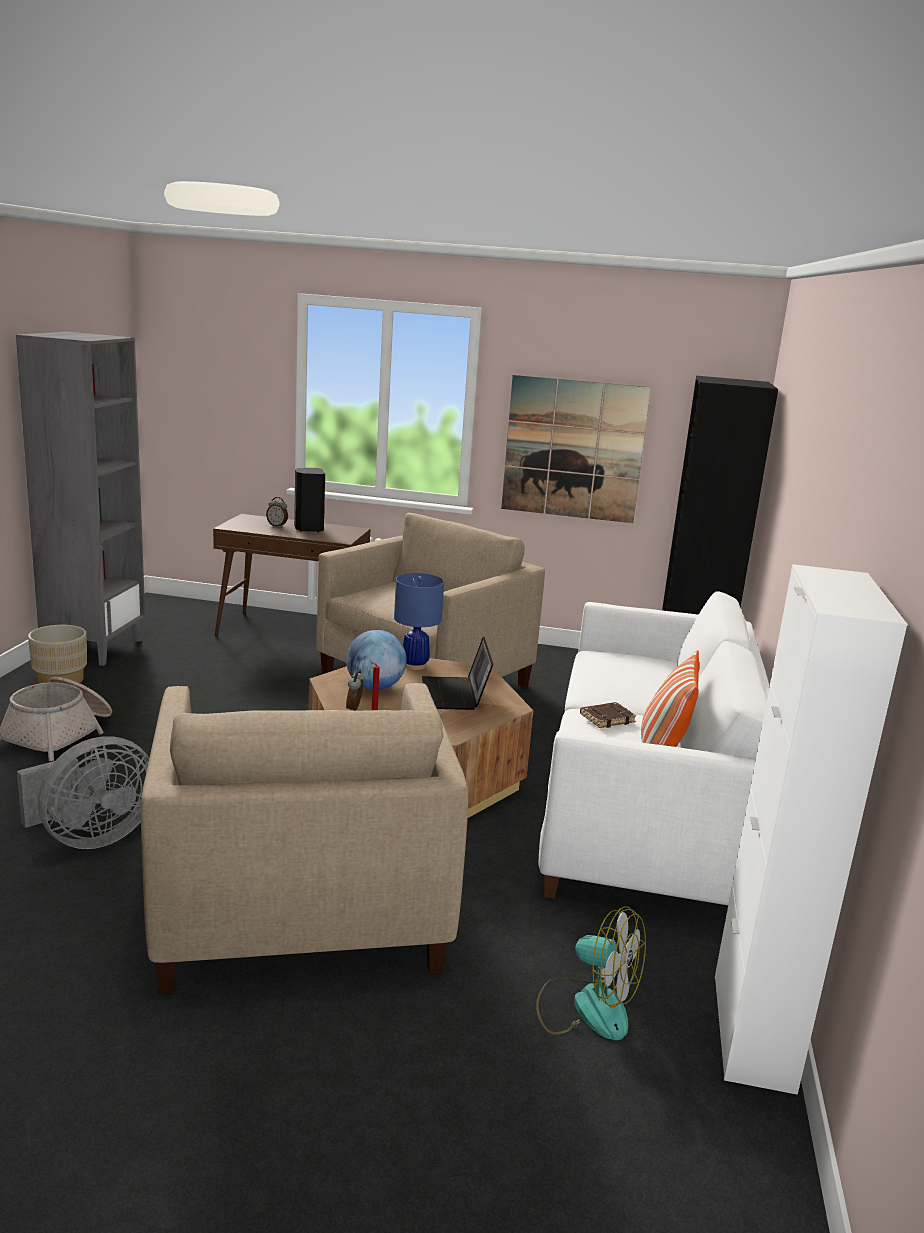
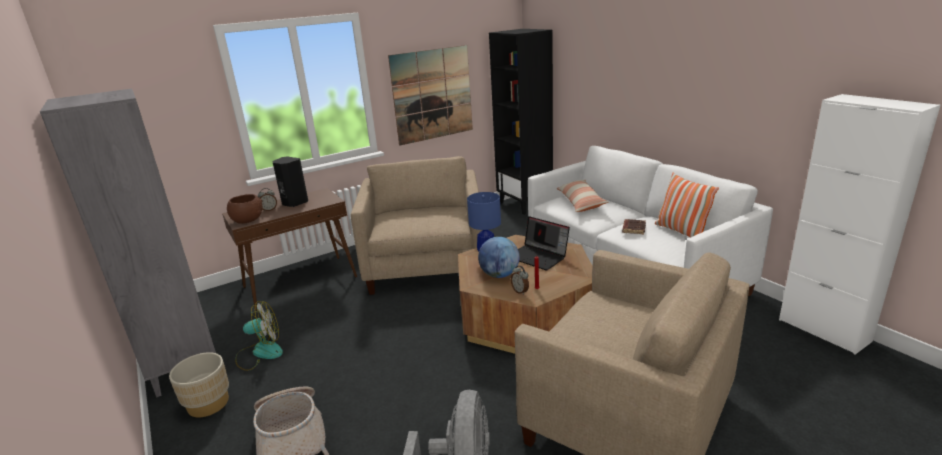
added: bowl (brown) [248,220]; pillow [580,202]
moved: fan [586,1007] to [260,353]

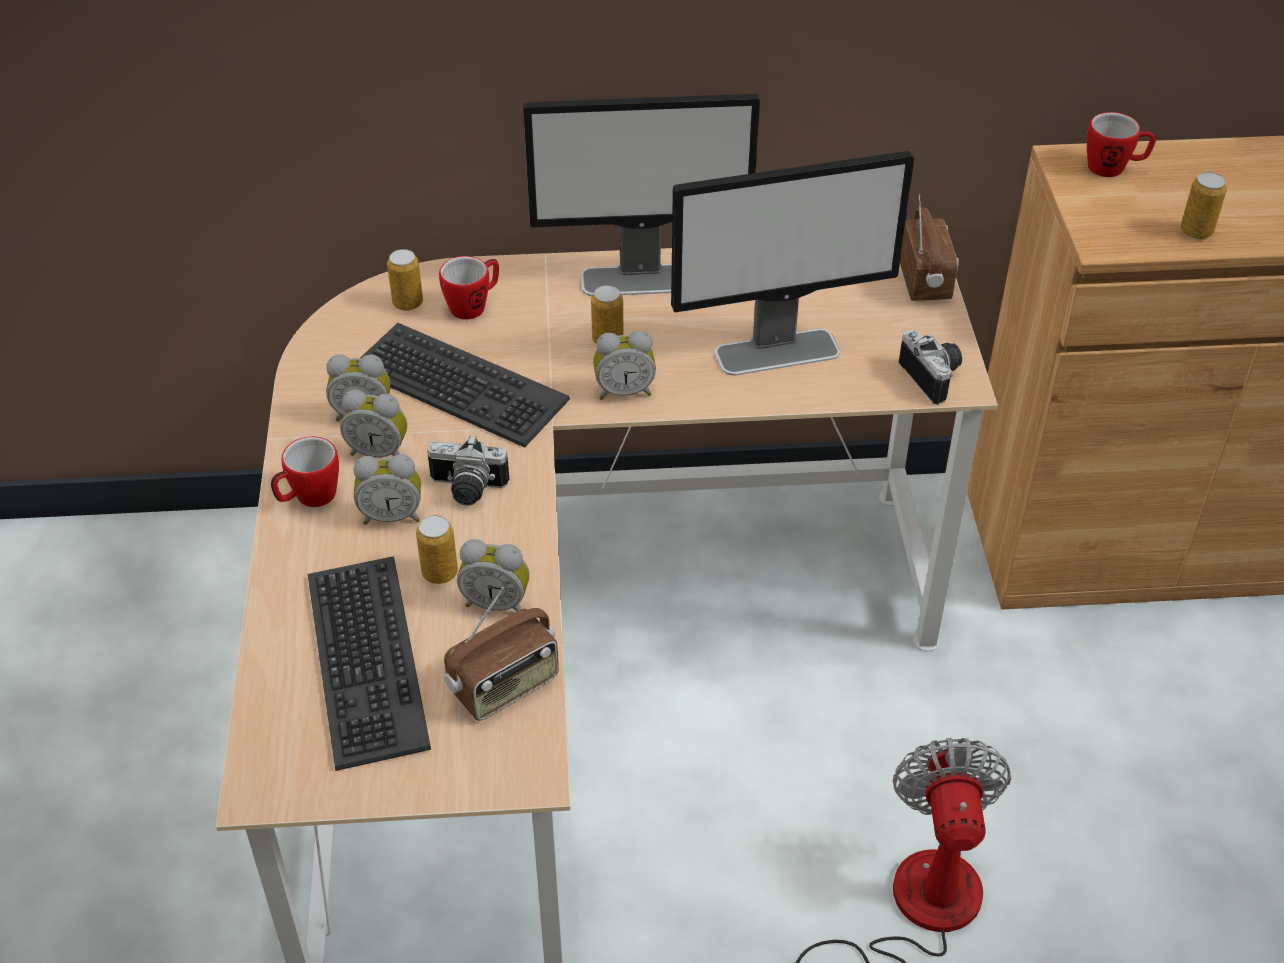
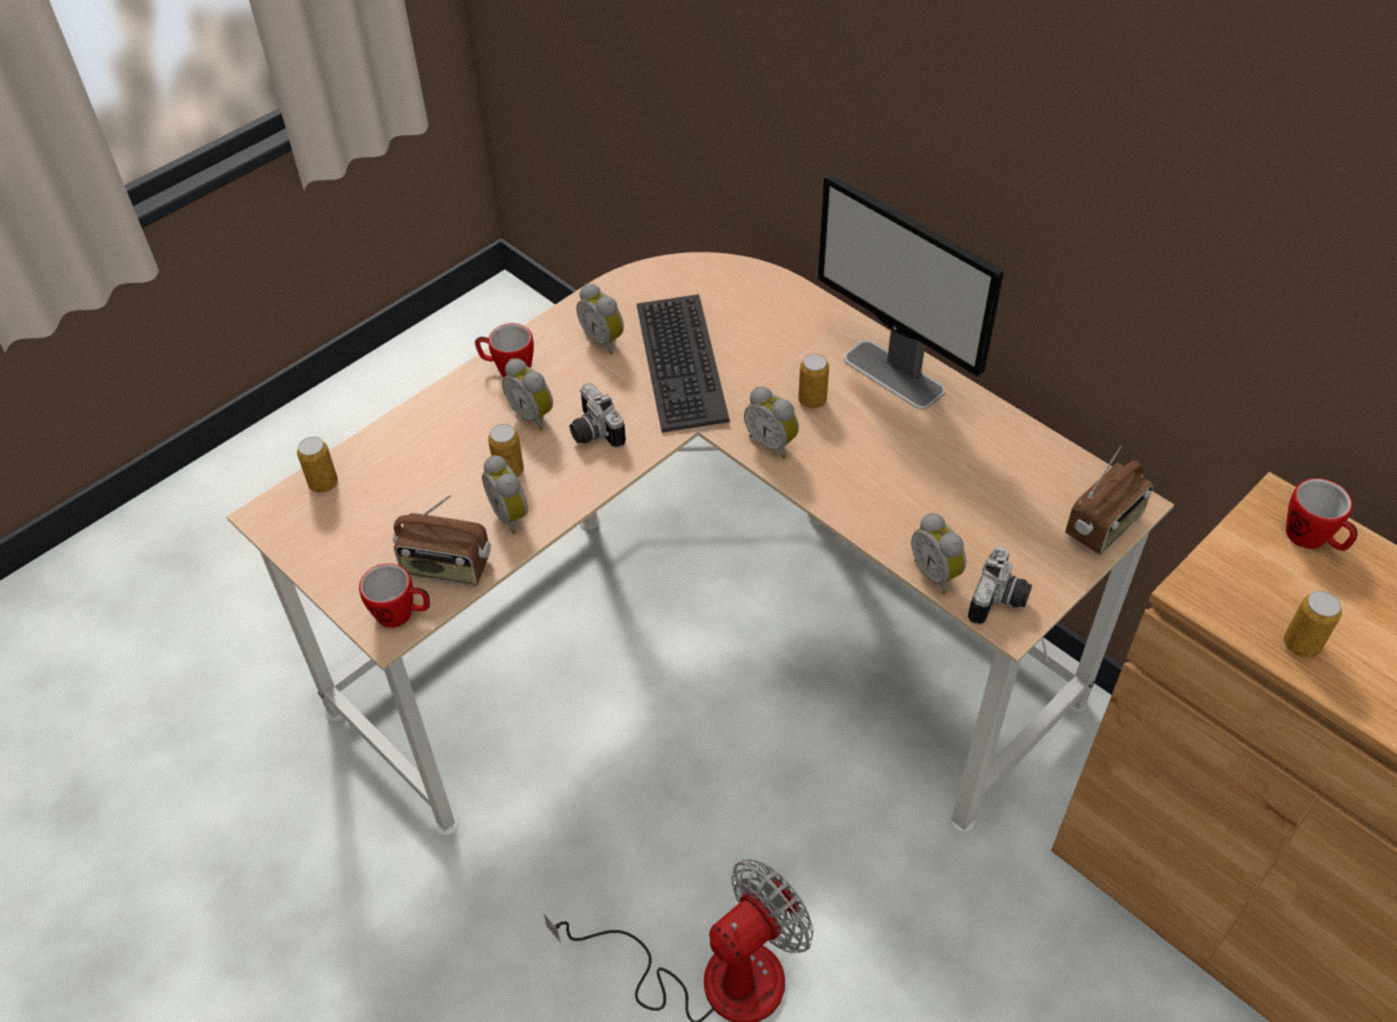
removed: keyboard [364,660]; monitor [778,352]
moved: alarm clock [379,452] to [937,573]; can [408,303] to [323,483]; mug [474,305] to [402,614]

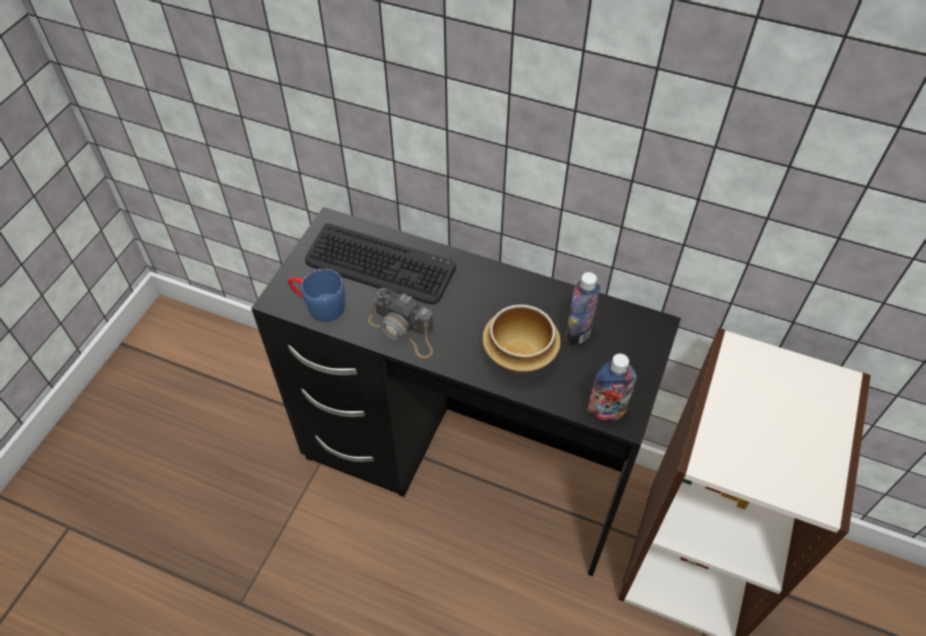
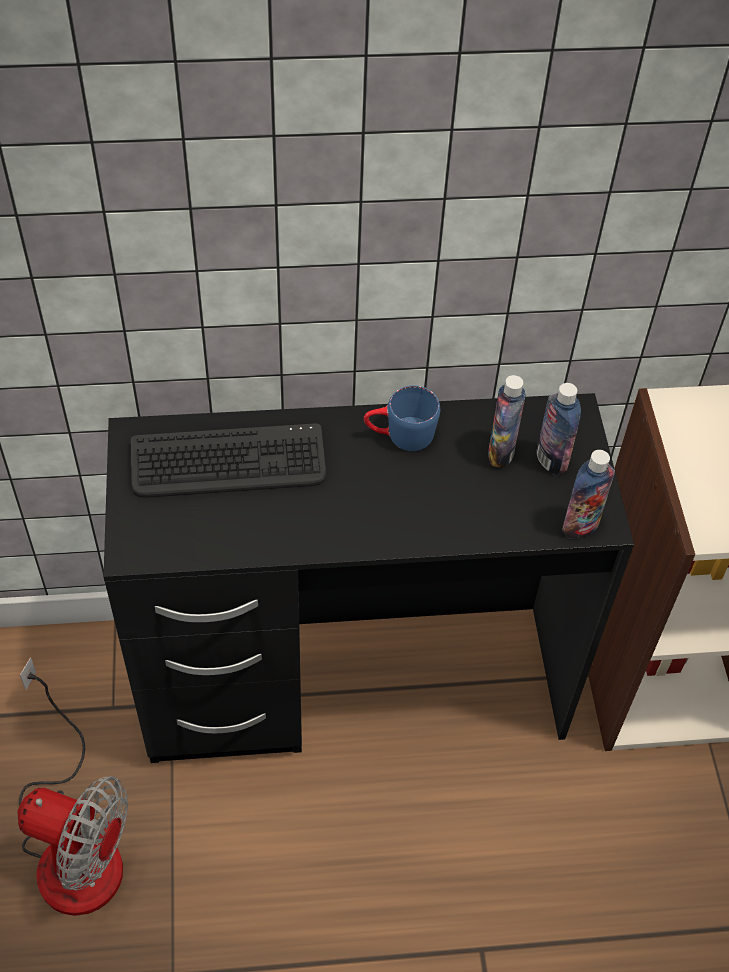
removed: photo camera [404,330]; bowl [518,355]
added: fan [74,842]; bottle [551,460]
moved: mug (blue) [318,305] to [400,435]

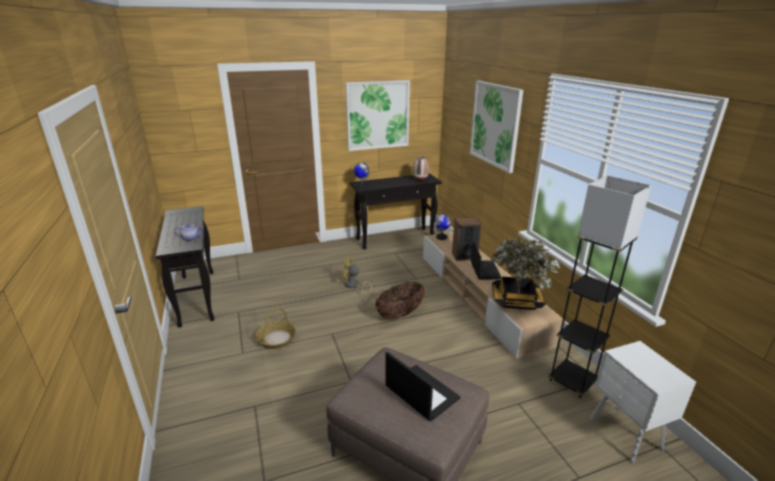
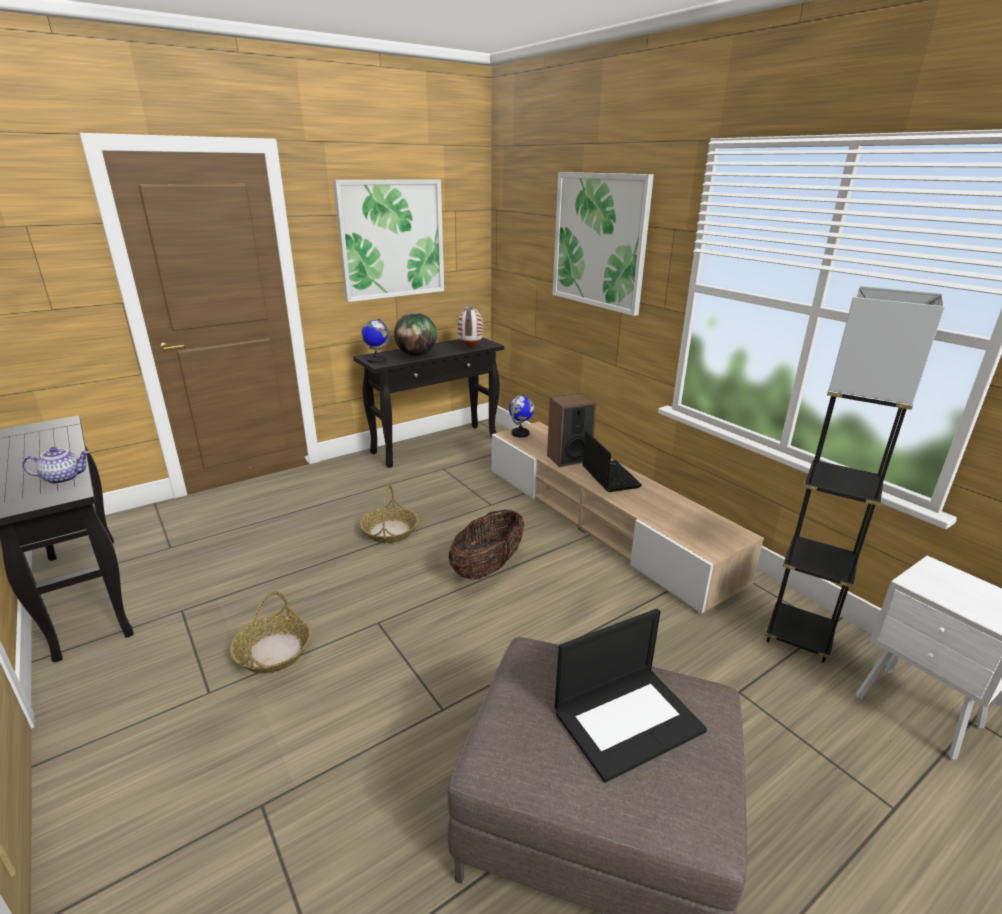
removed: potted plant [516,300]
added: globe [416,355]
replaced: fan (yellow) [353,286] to basket [390,531]
turned: laptop [420,392] = [628,719] 120 degrees clockwise

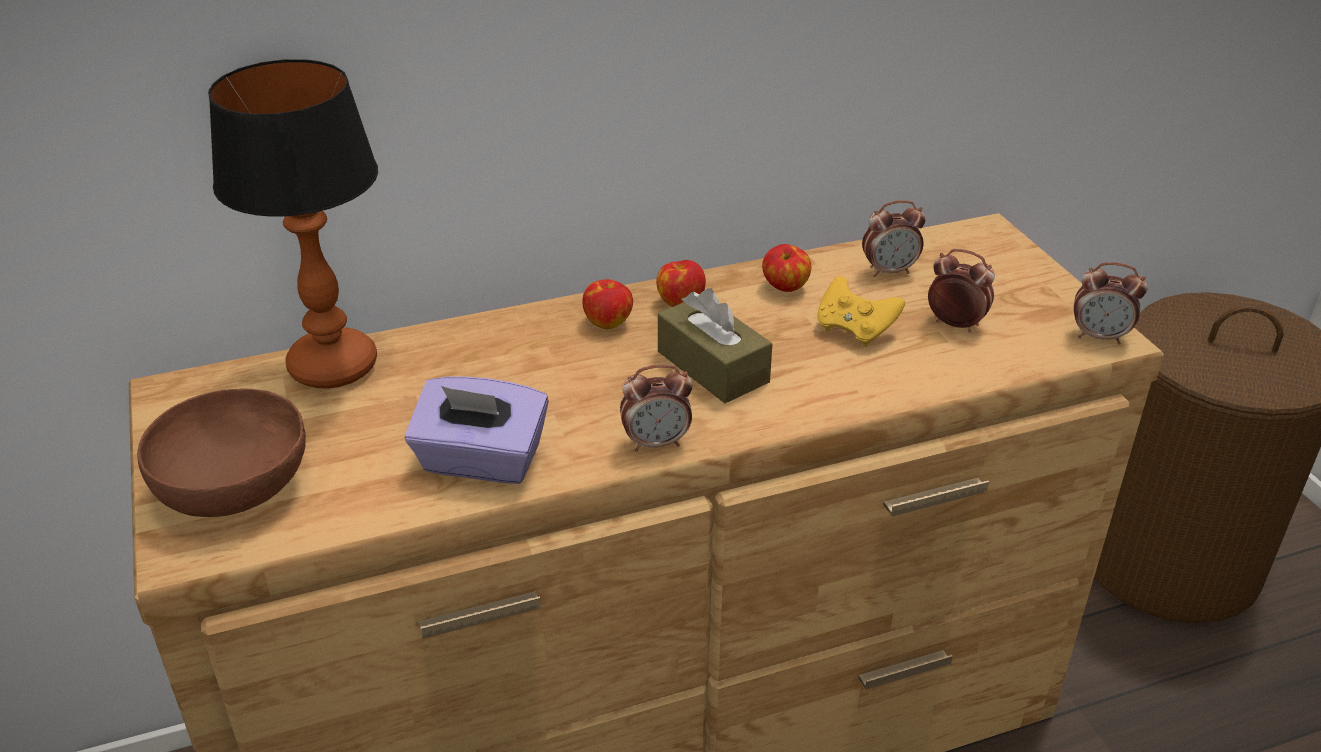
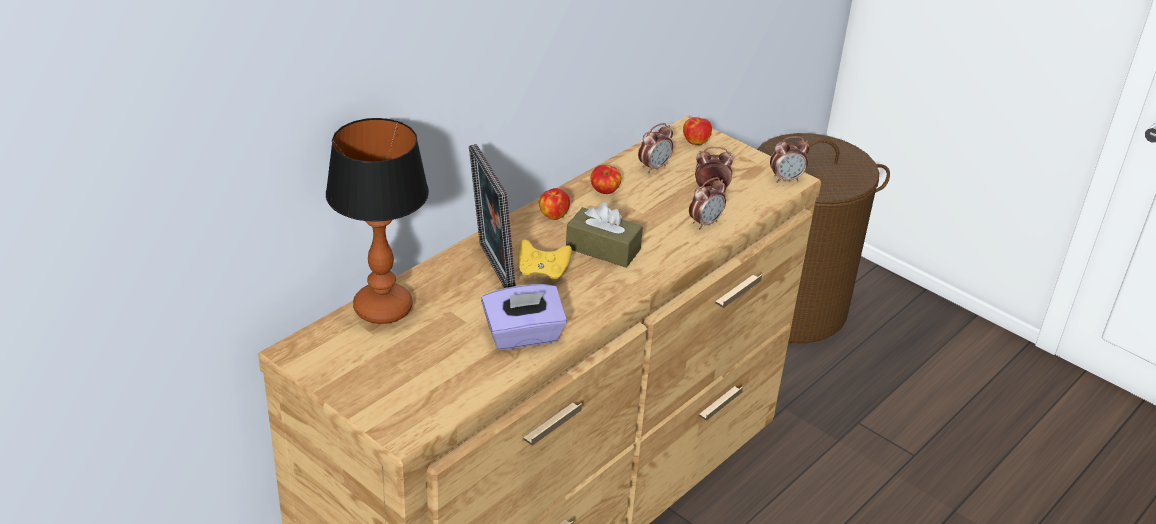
removed: bowl (brown) [235,486]
added: picture frame [491,269]
moved: apple [608,322] to [695,141]; alarm clock [656,443] to [705,223]; game controller (yellow) [855,330] to [542,272]

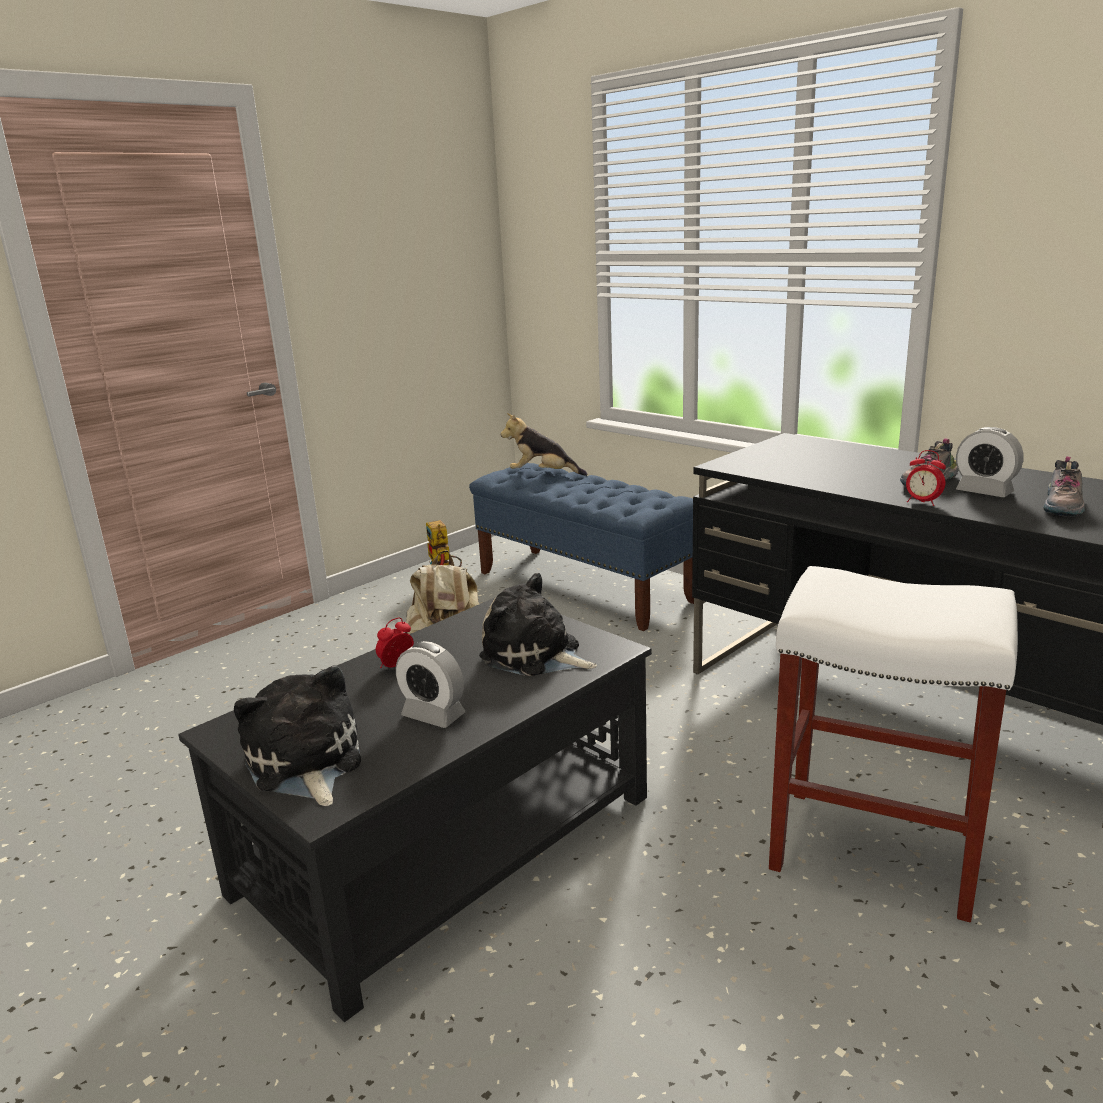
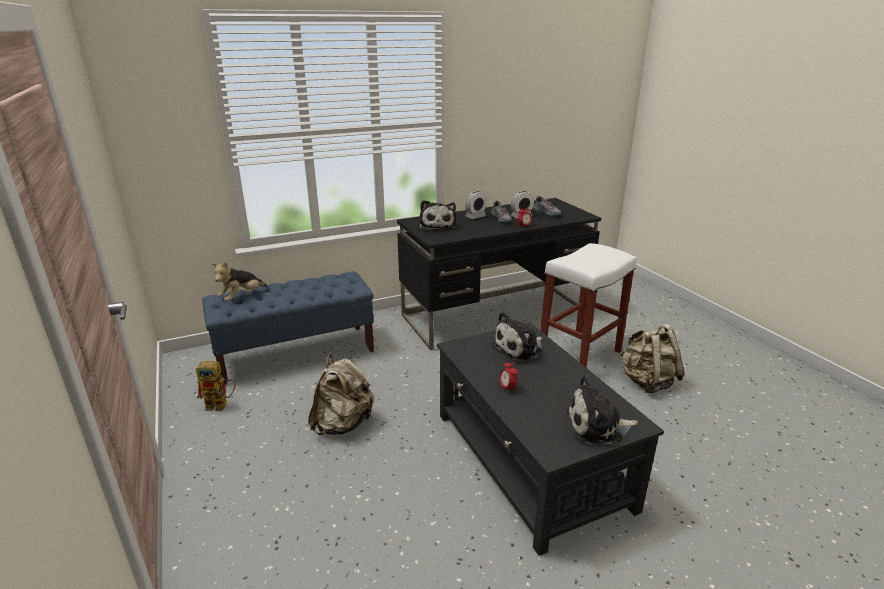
added: plush toy [437,225]; backpack (beige) [647,382]
moved: alarm clock [433,715] to [475,217]

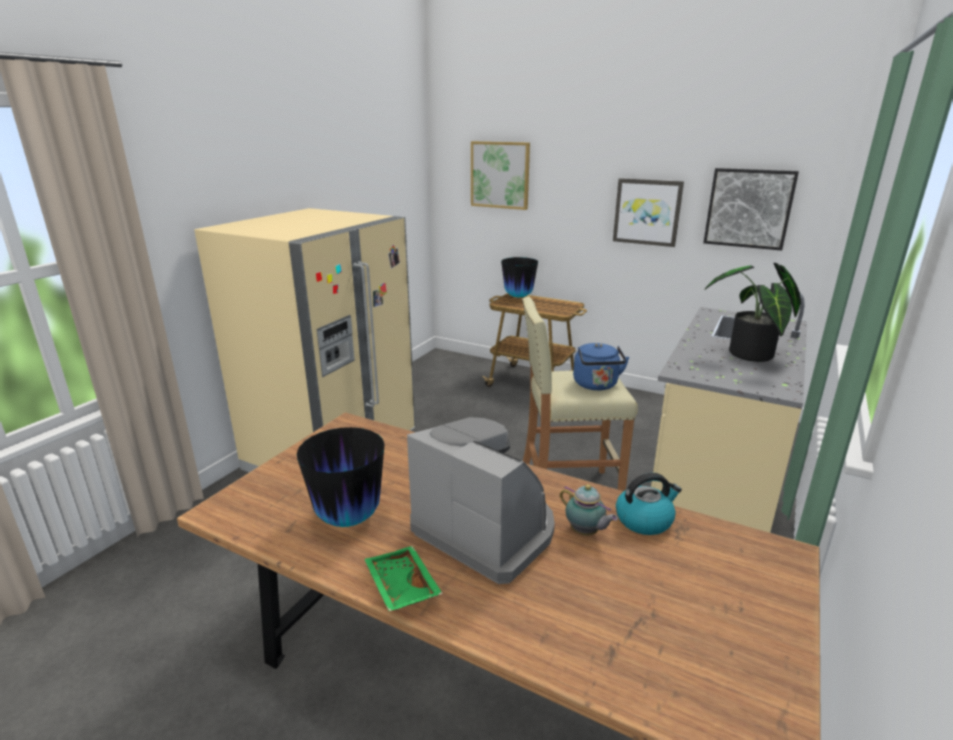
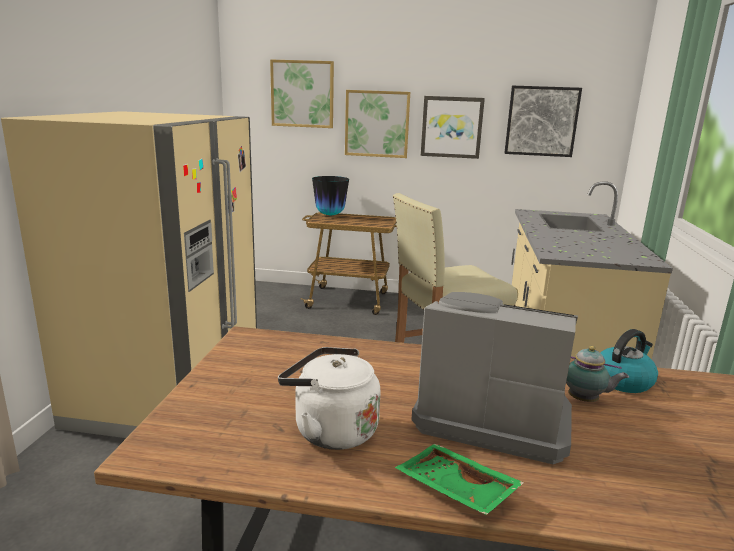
removed: kettle (blue) [596,385]; potted plant [749,356]
added: picture [377,124]
replaced: vase [349,518] to kettle (white) [331,430]

